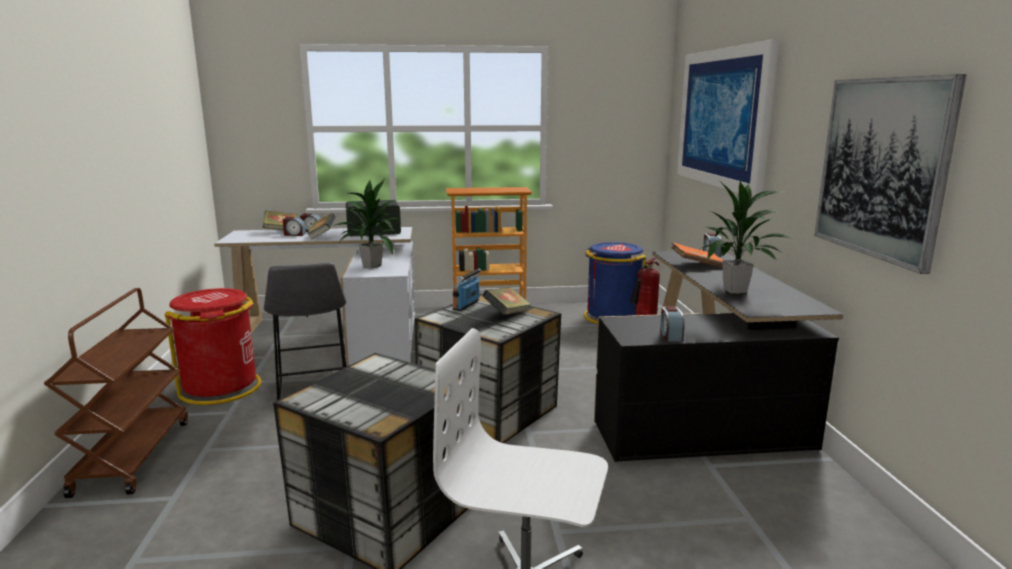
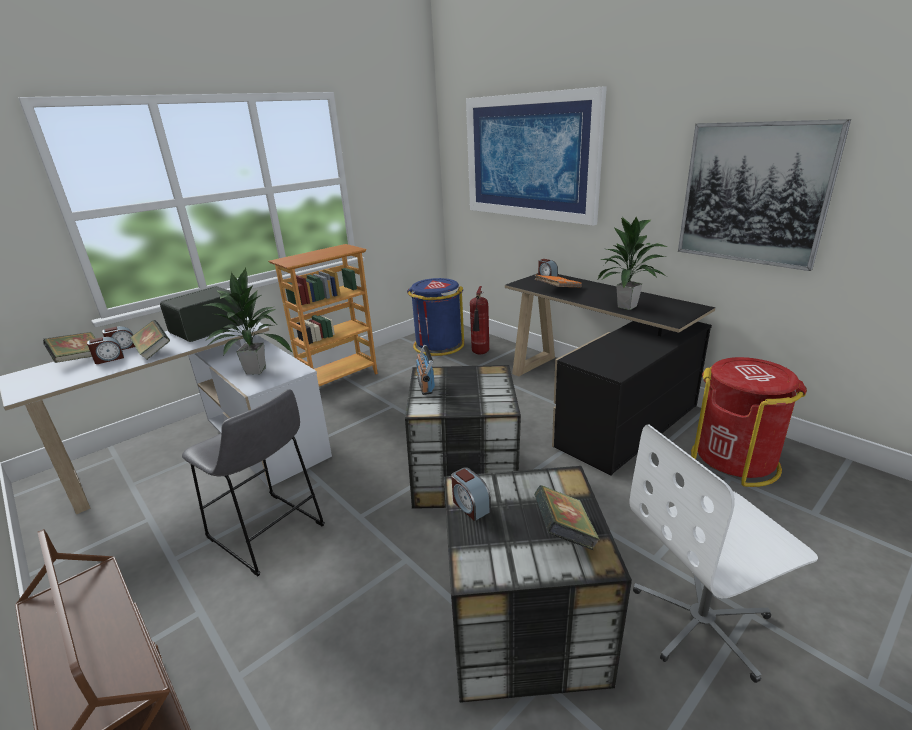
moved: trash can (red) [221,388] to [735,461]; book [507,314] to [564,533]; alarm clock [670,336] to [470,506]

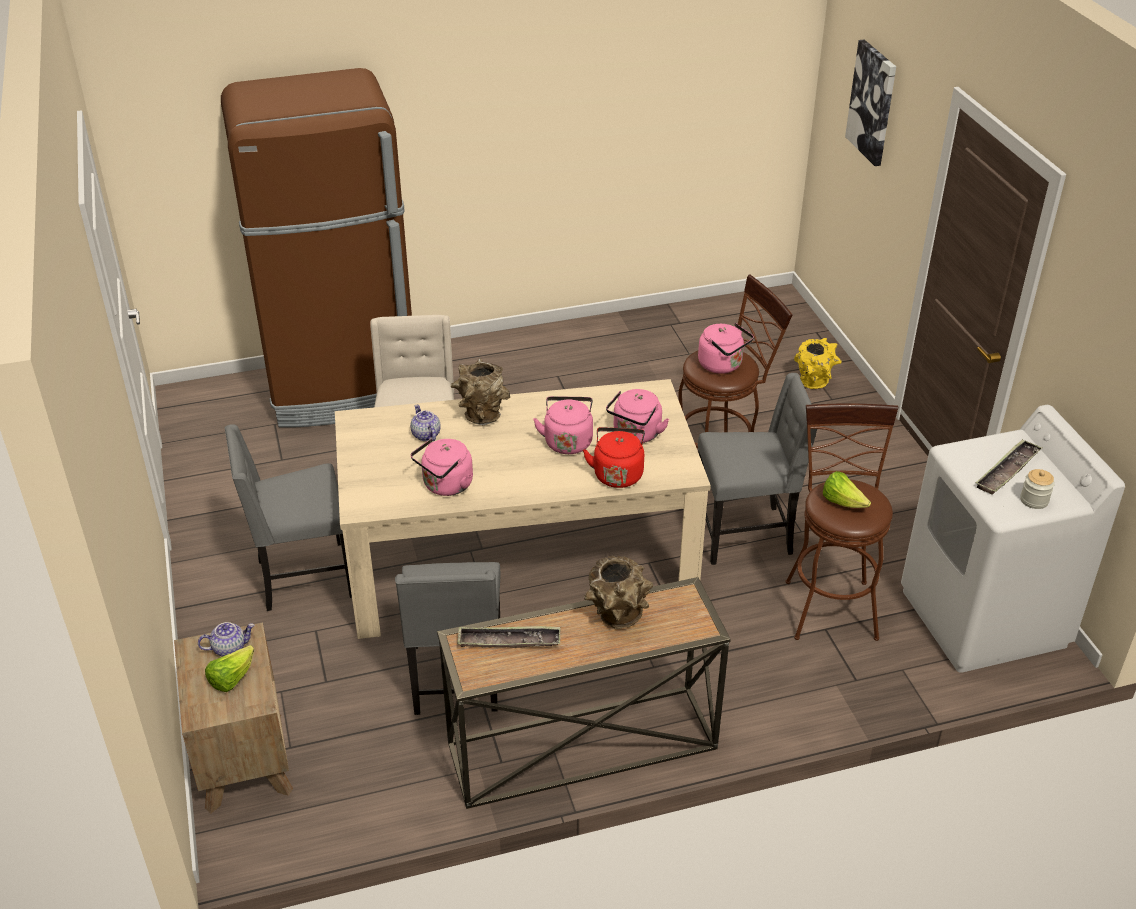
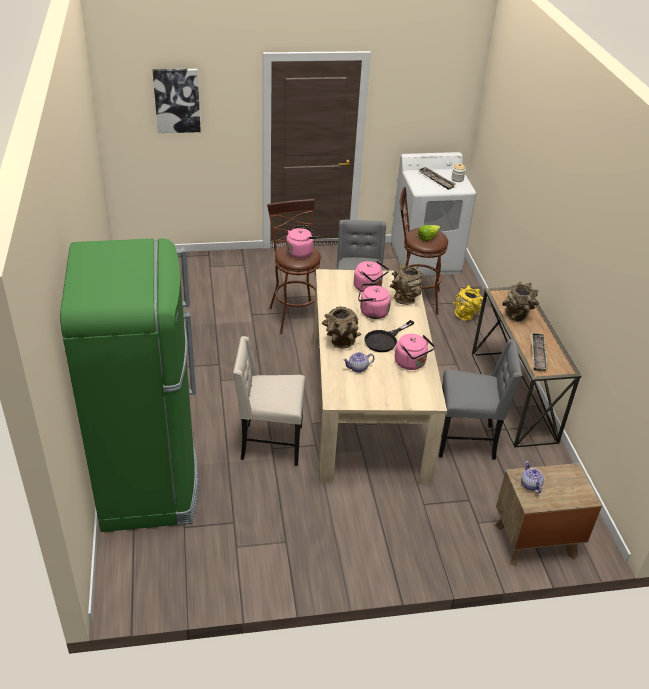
removed: lettuce [232,679]; chair (grey) [303,578]
added: frying pan (black) [385,340]
moved: vase (yellow) [814,384] to [466,316]
replaced: kettle (red) [617,473] to vase (brown) [404,299]
recoloured: fridge (brown) [343,388] to fridge (green) [149,482]

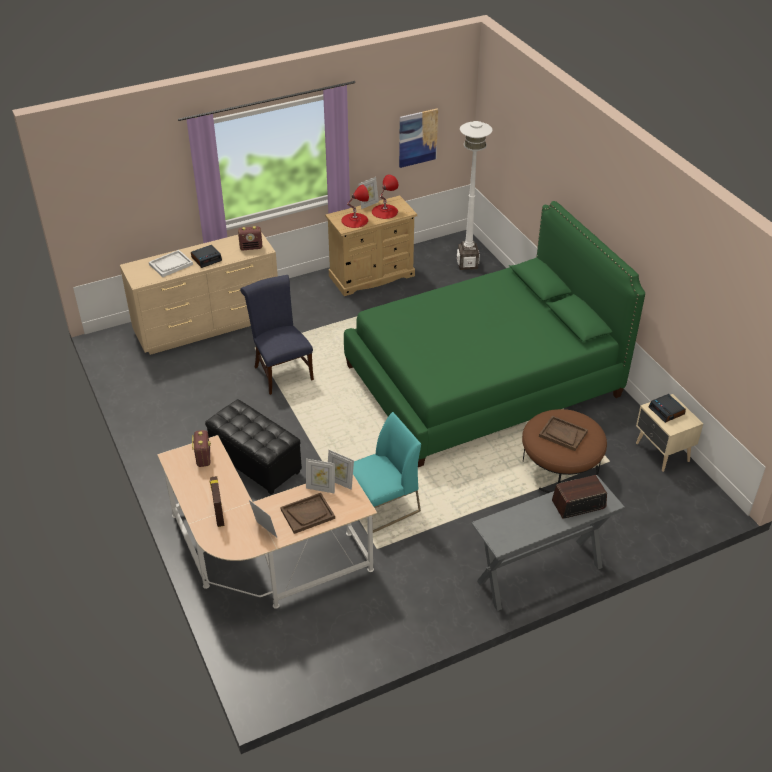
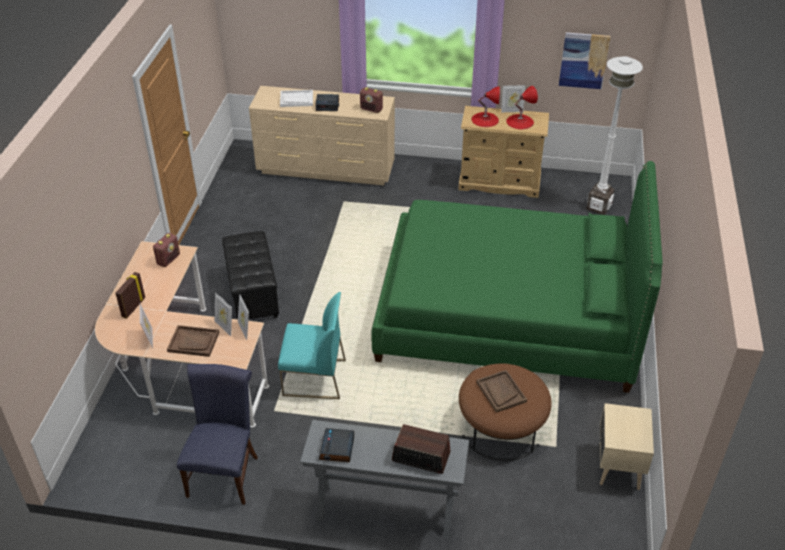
moved: chair (blue) [281,371] to [224,472]; alarm clock [667,411] to [337,449]

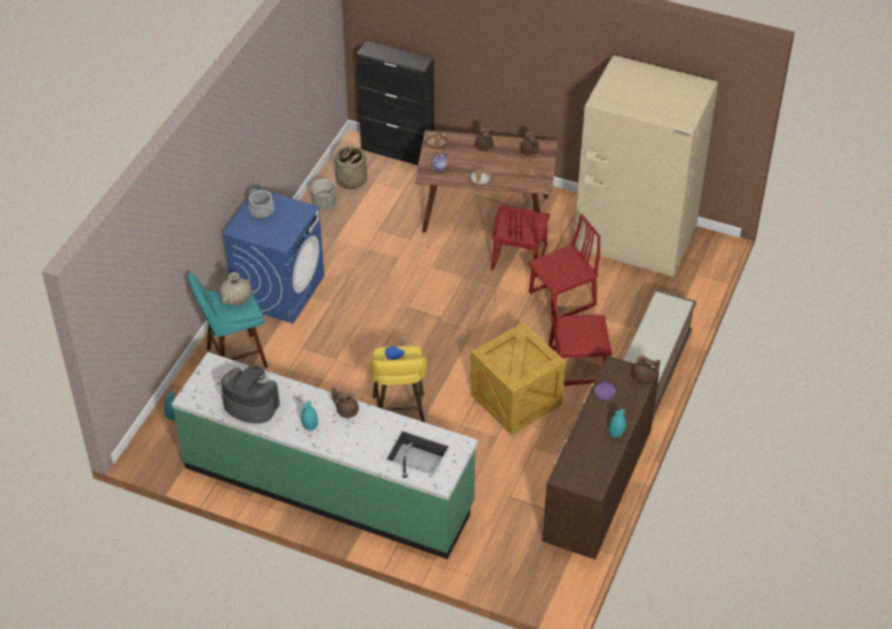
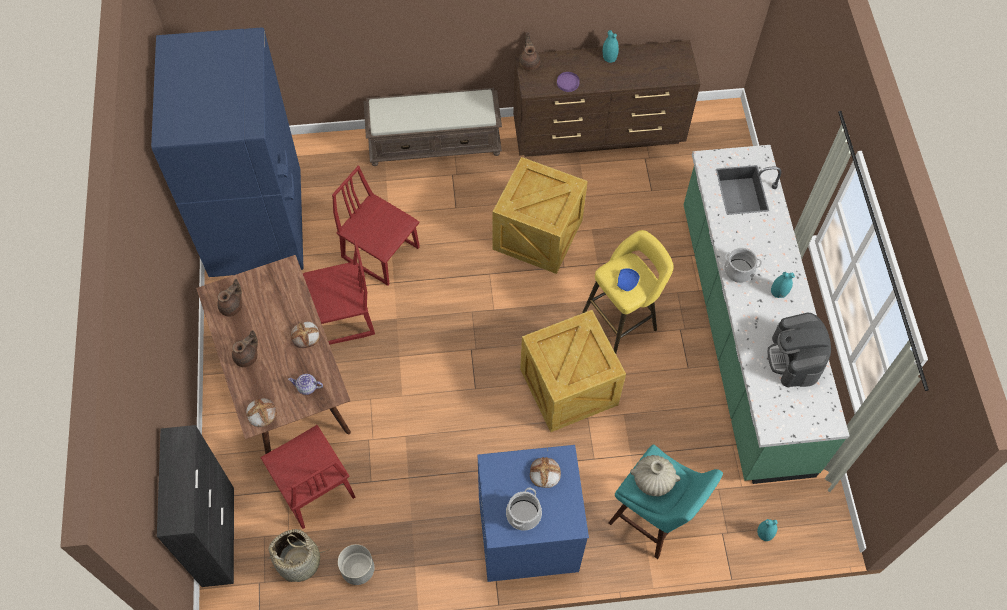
added: crate [568,388]; bread [544,473]
moved: chair (red) [576,365] to [313,488]
replaced: teapot (brown) [346,410] to cooking pot [738,271]
recoloured: fridge (beige) [634,241] to fridge (blue) [258,225]

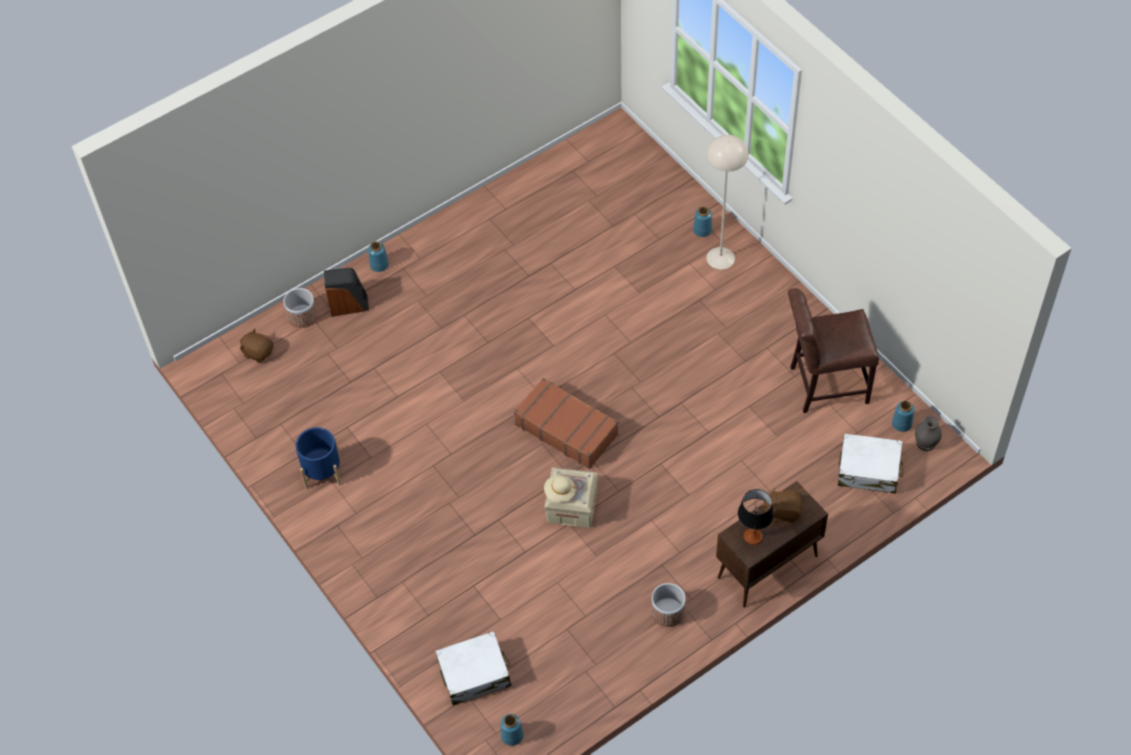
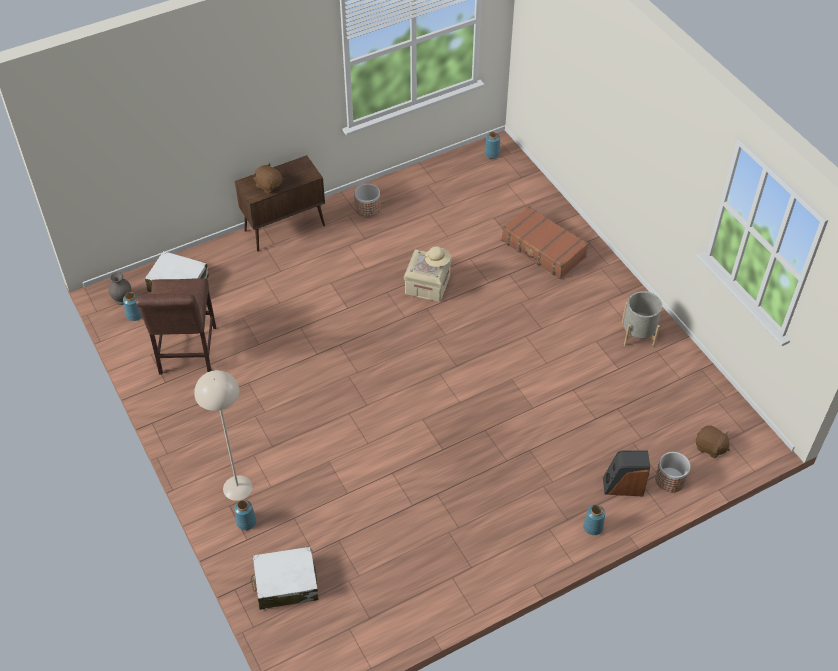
removed: table lamp [753,537]
moved: suitcase (white) [474,673] to [285,583]; suitcase (brown) [566,429] to [543,249]
recoloured: planter (blue) [322,472] to planter (grey) [638,334]
turned: plush toy (brown) [782,512] = [268,185] 150 degrees counterclockwise; chair (brown) [824,385] = [186,353] 90 degrees clockwise

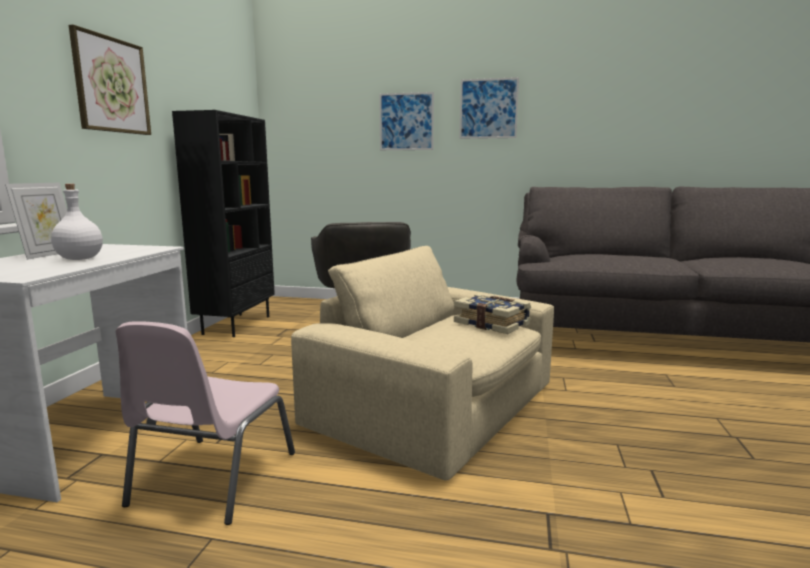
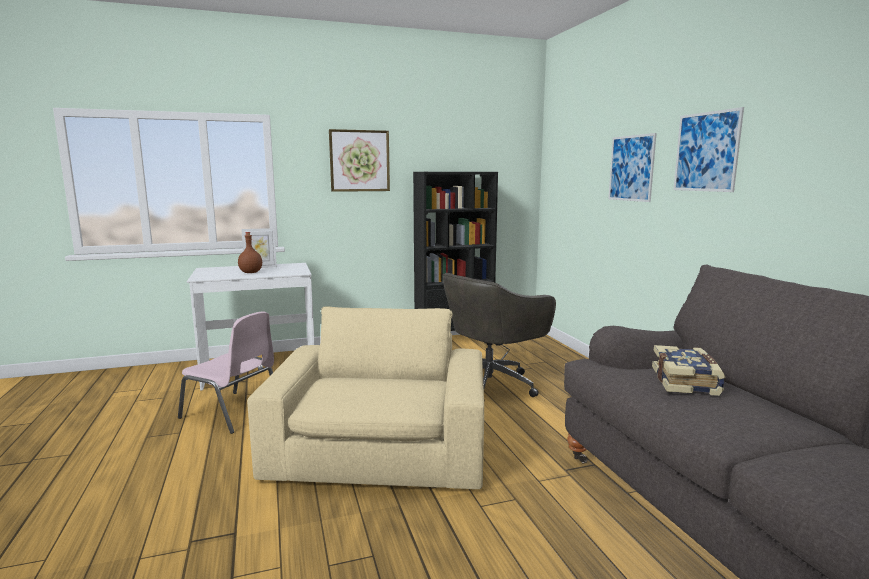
moved: book [492,324] to [686,382]
recoloured: bottle (white) [79,259] to bottle (brown) [250,272]
turned: chair (pink) [211,479] = [233,413] 135 degrees counterclockwise

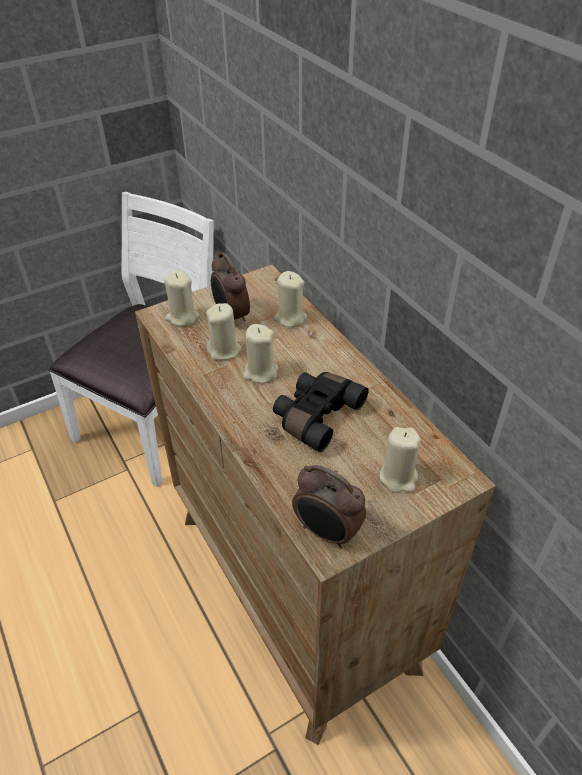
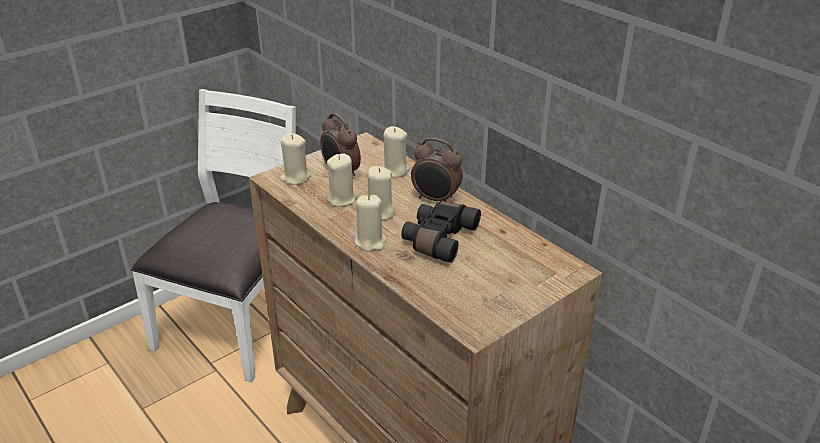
moved: alarm clock [327,533] to [436,199]; candle (beige) [398,477] to [370,242]

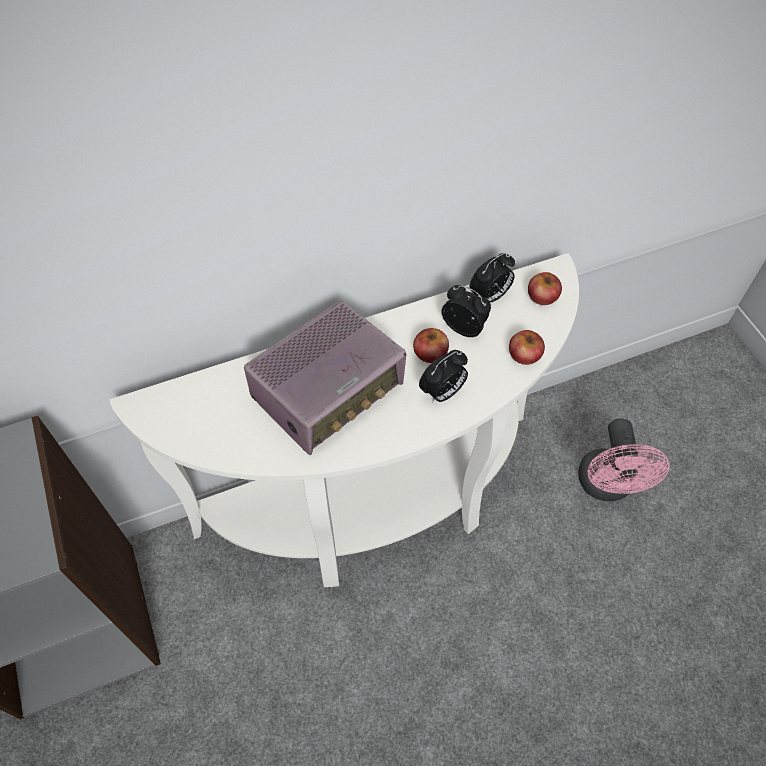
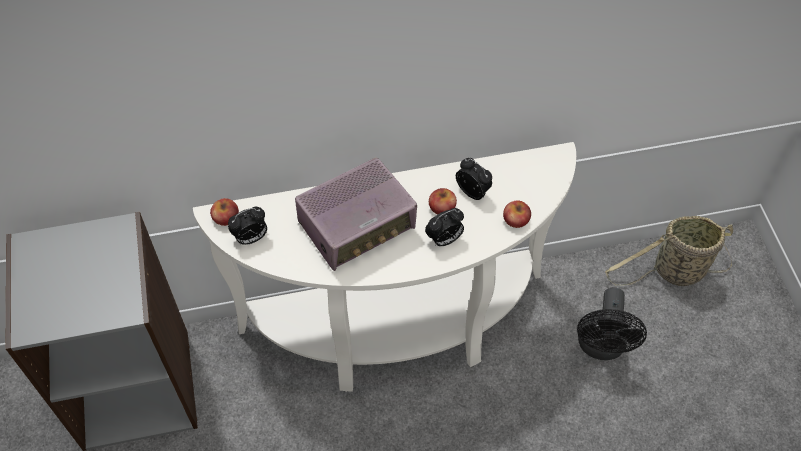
added: basket [674,272]
moved: alarm clock [489,296] to [251,238]; apple [542,296] to [226,217]
recoloured: fan (pink) [607,486] to fan (black) [601,347]

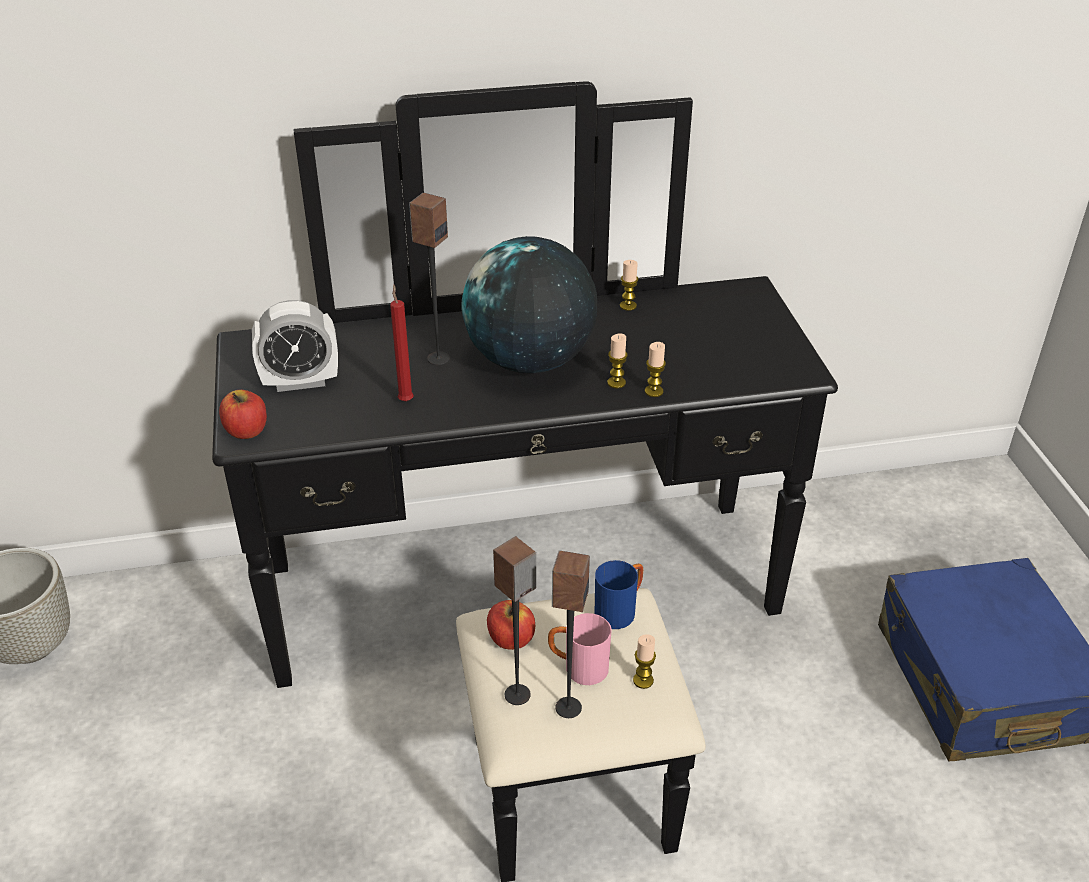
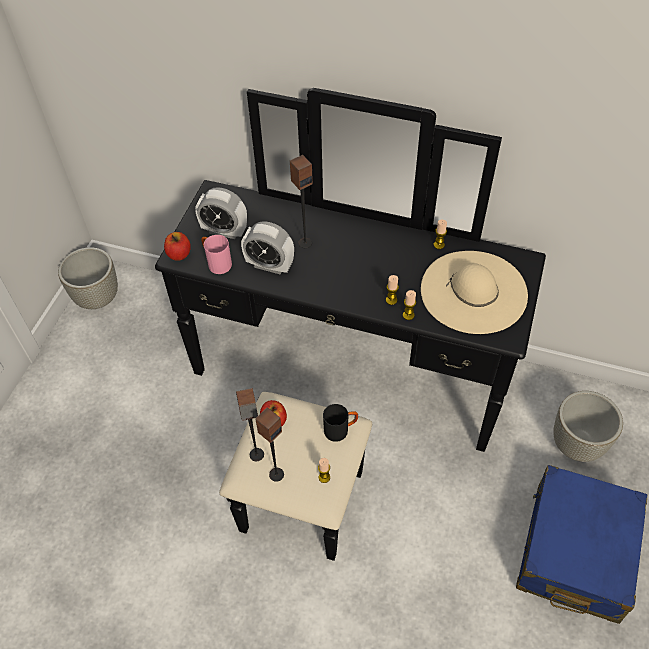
removed: globe [530,361]
added: hat (beige) [474,291]; planter (grey) [576,444]
moved: mug (pink) [578,668] to [216,263]
replaced: candle (red) [405,399] to alarm clock [269,265]
recoloured: mug (blue) [620,610] to mug (black) [340,430]

